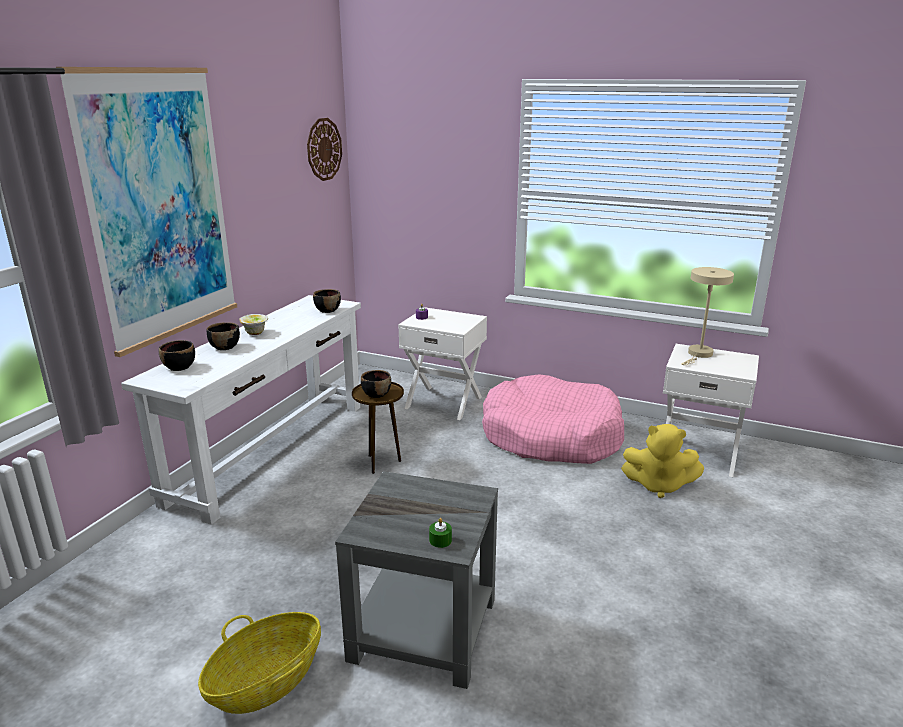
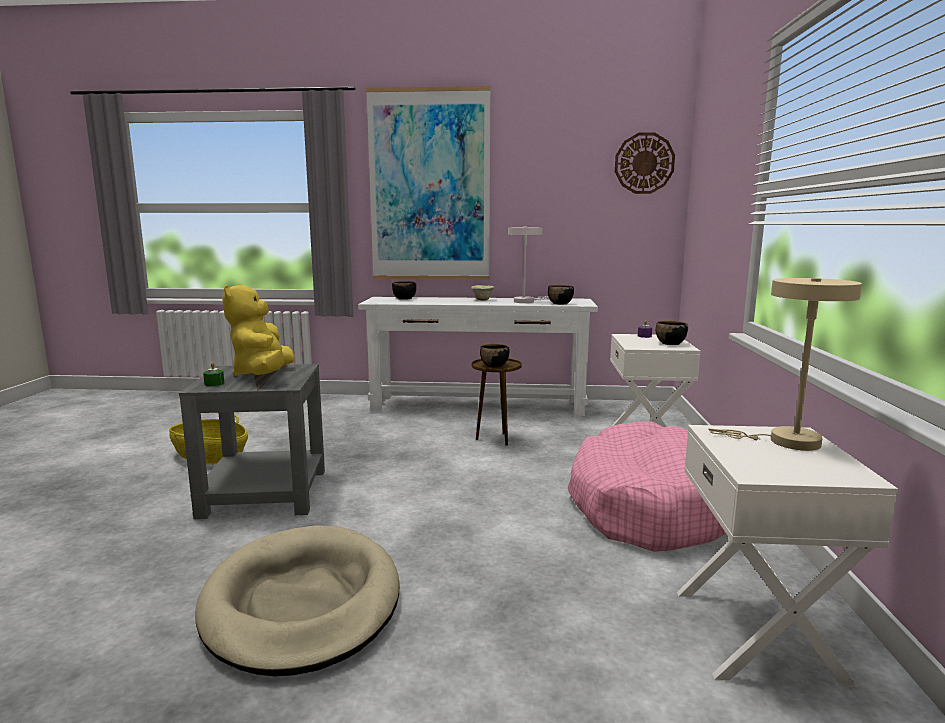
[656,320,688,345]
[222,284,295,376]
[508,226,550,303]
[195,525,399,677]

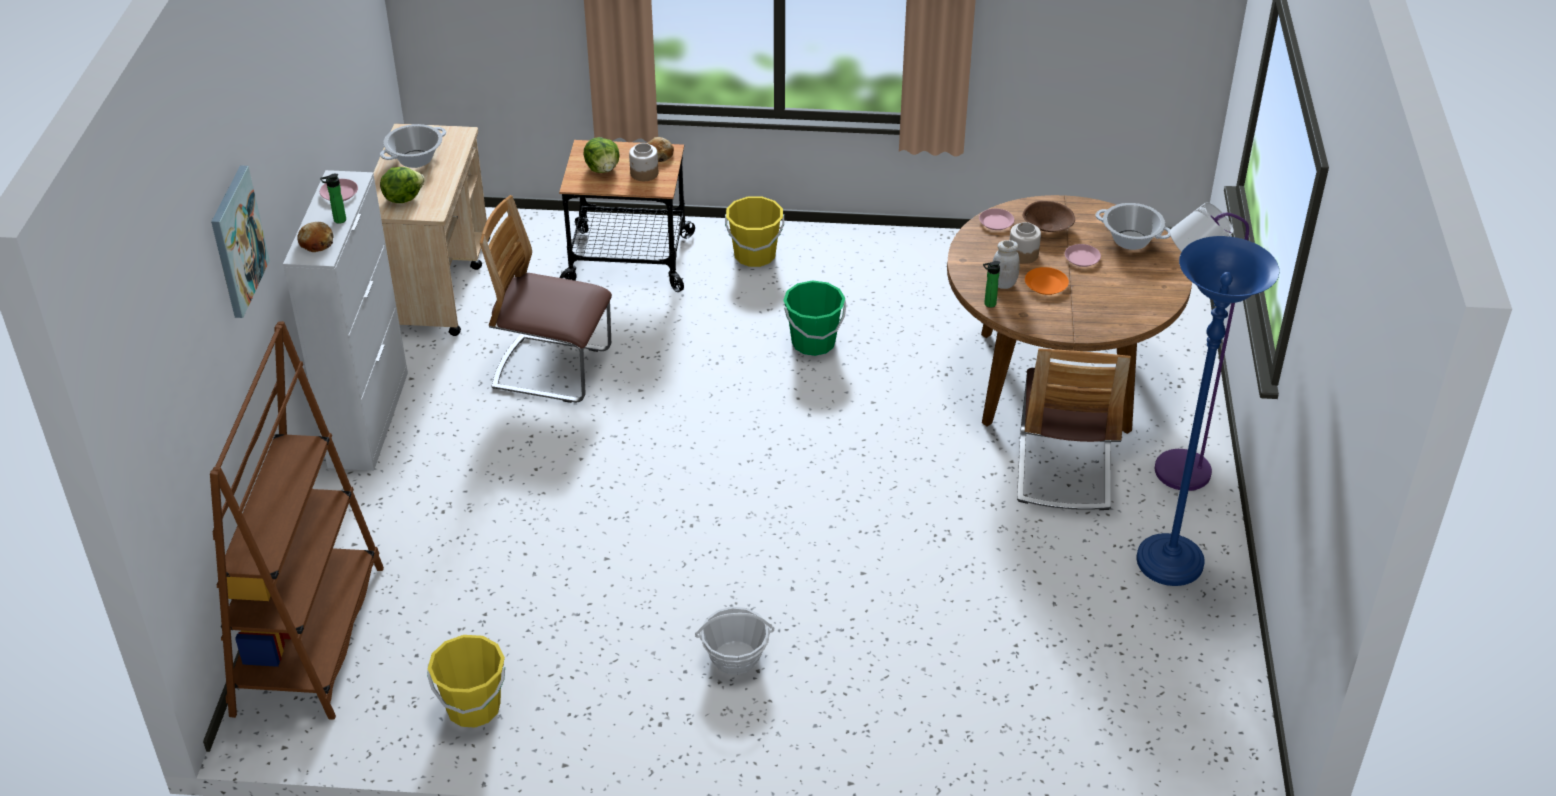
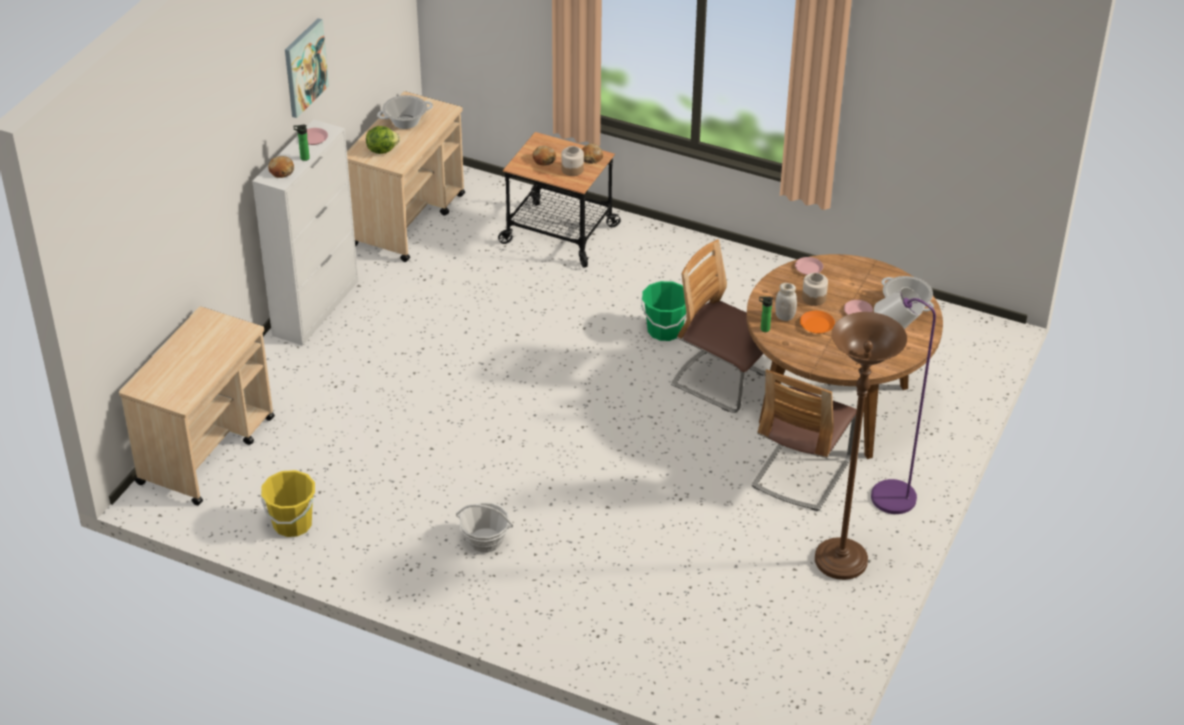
[533,146,556,166]
[285,18,329,118]
[671,239,766,413]
[725,197,784,267] (first image)
[1023,201,1075,232] (first image)
[815,312,907,580]
[119,306,275,505]

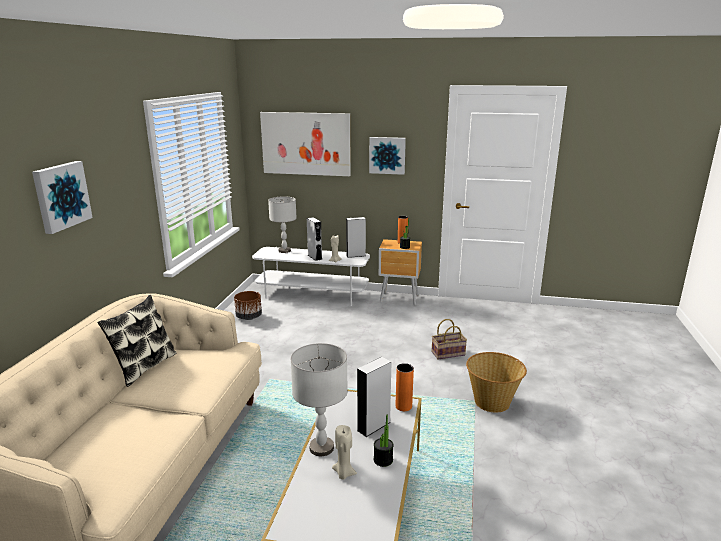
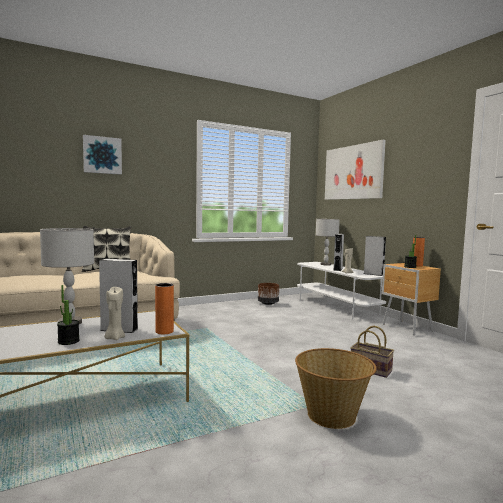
[369,137,406,175] (first image)
[104,287,125,340]

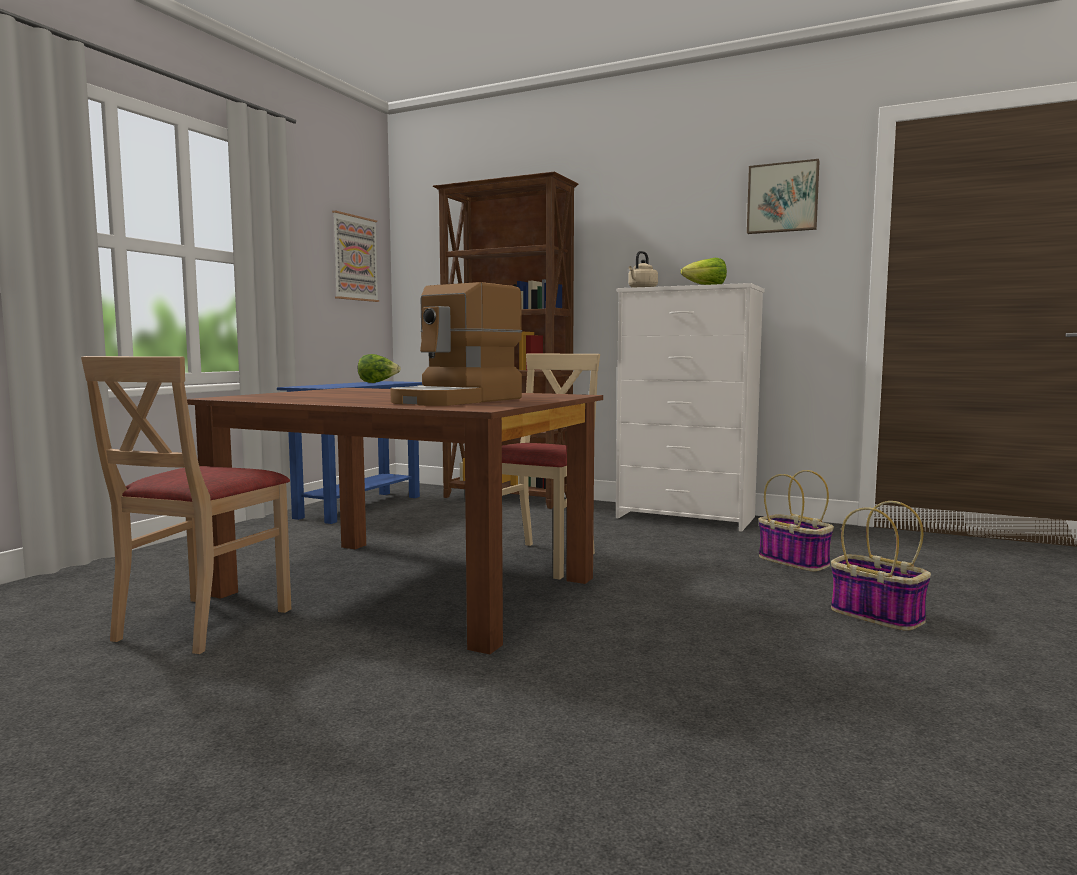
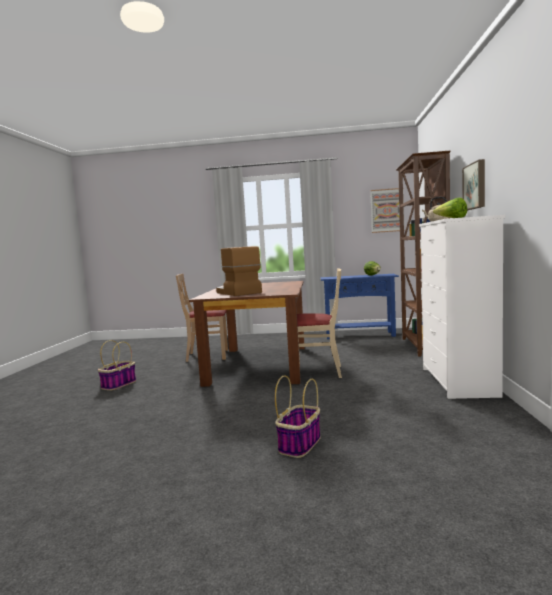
[462,159,485,210]
[216,246,262,296]
[98,340,136,391]

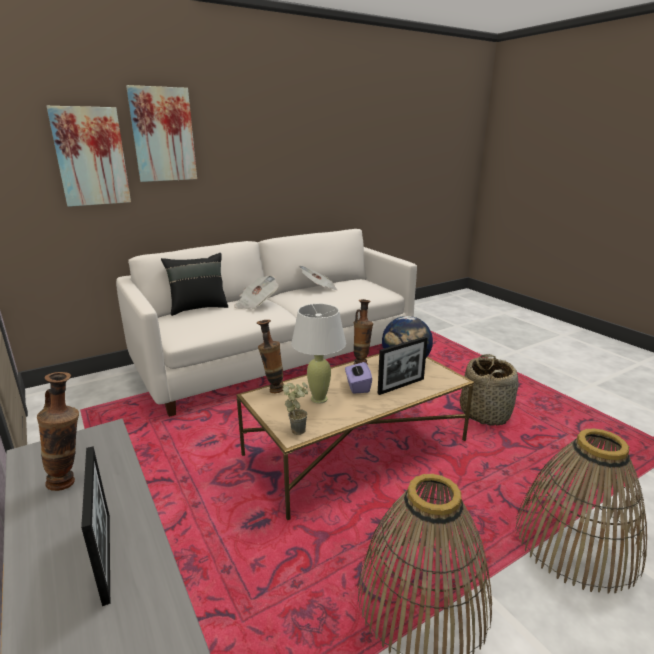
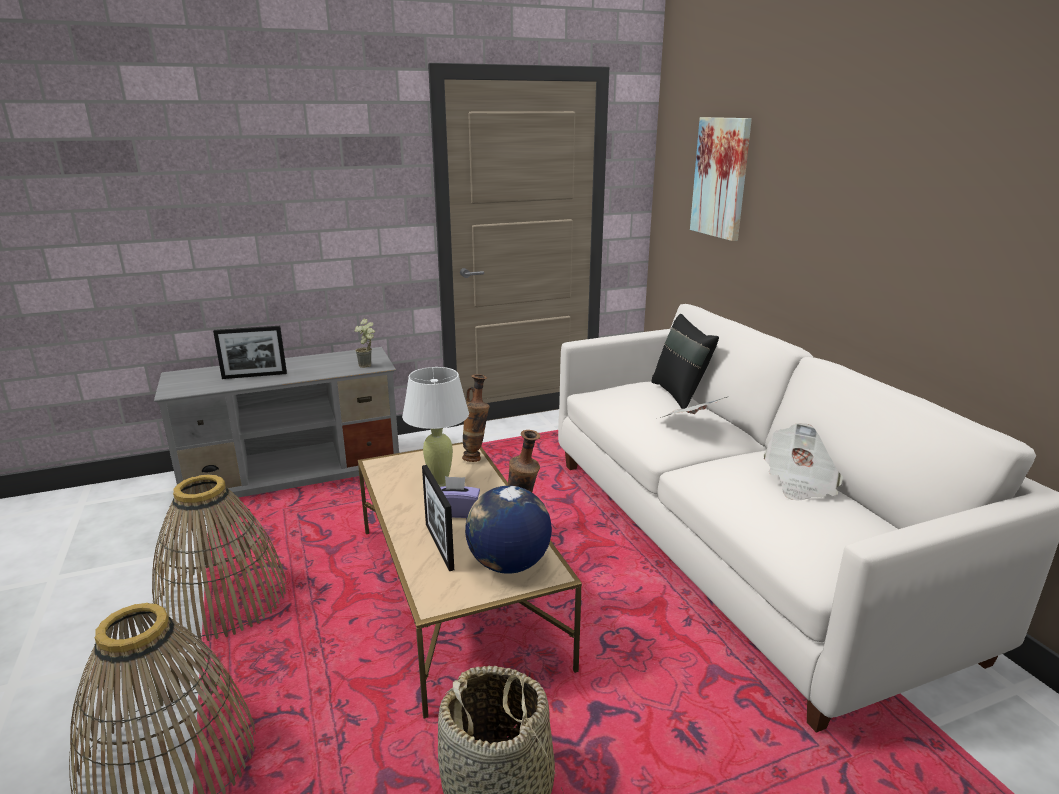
[126,85,197,182] (first image)
[37,372,79,491] (first image)
[355,319,375,368]

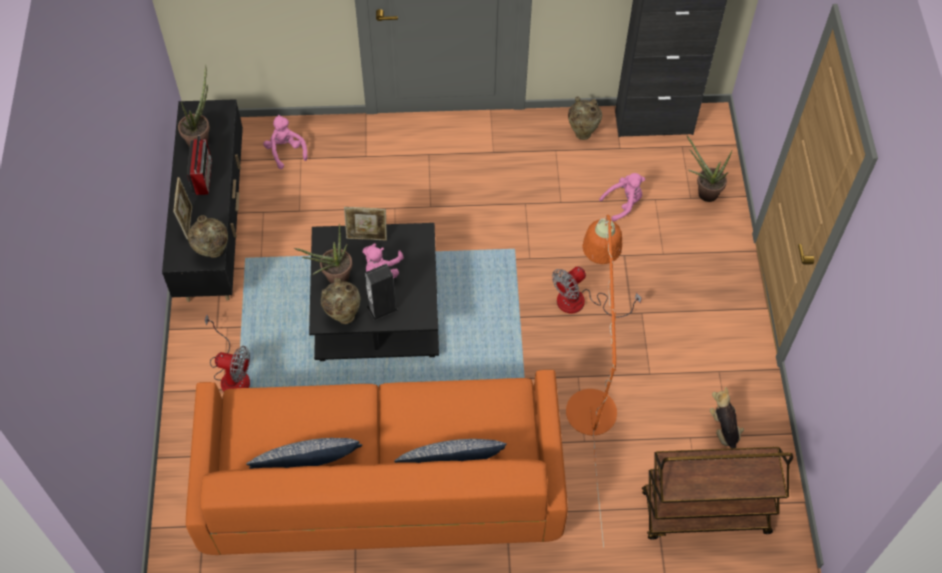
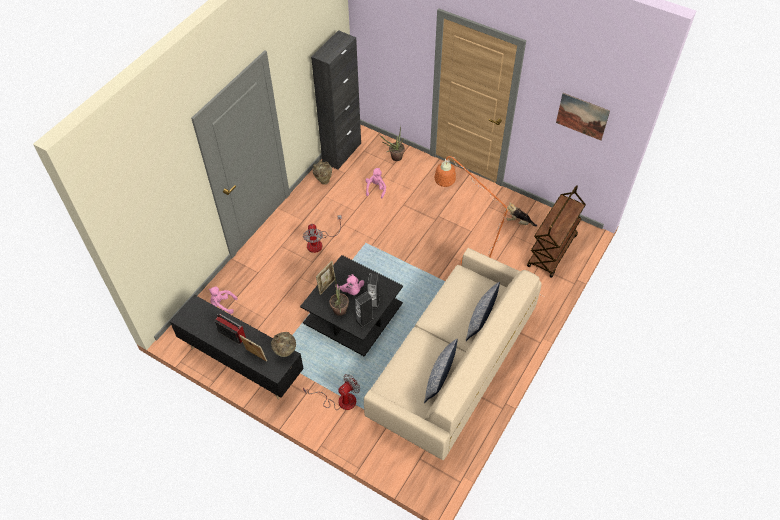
[178,65,210,147] (first image)
[303,215,342,253]
[355,292,374,328]
[364,248,542,460]
[556,93,610,141]

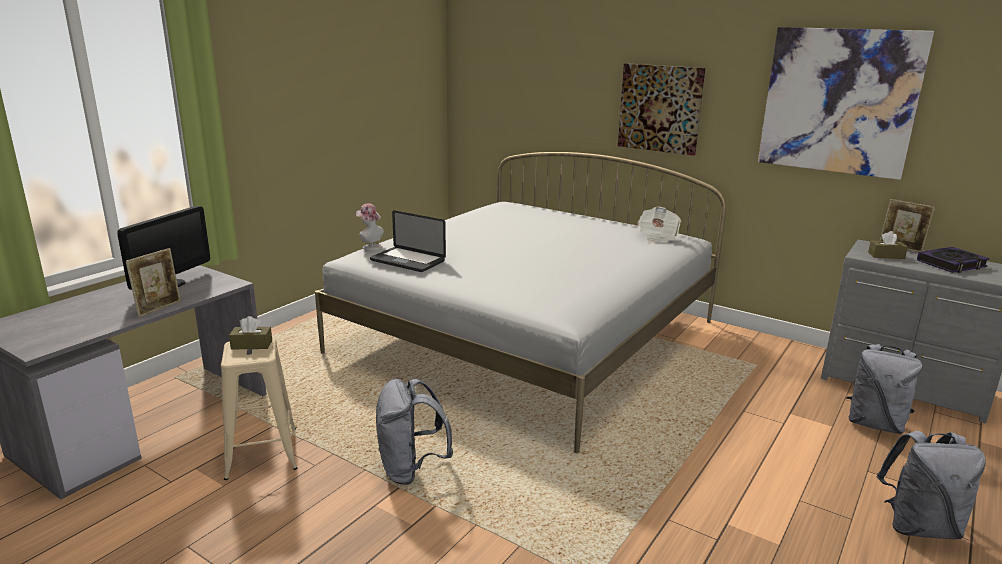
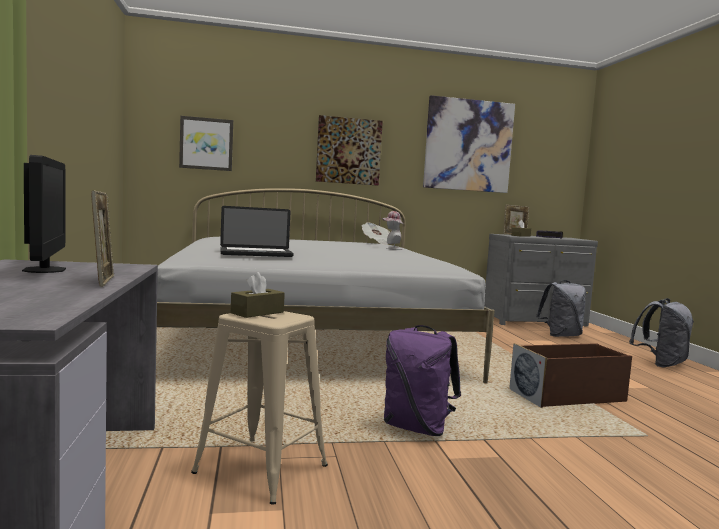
[382,211,403,250]
[384,325,461,436]
[179,116,233,171]
[509,343,632,408]

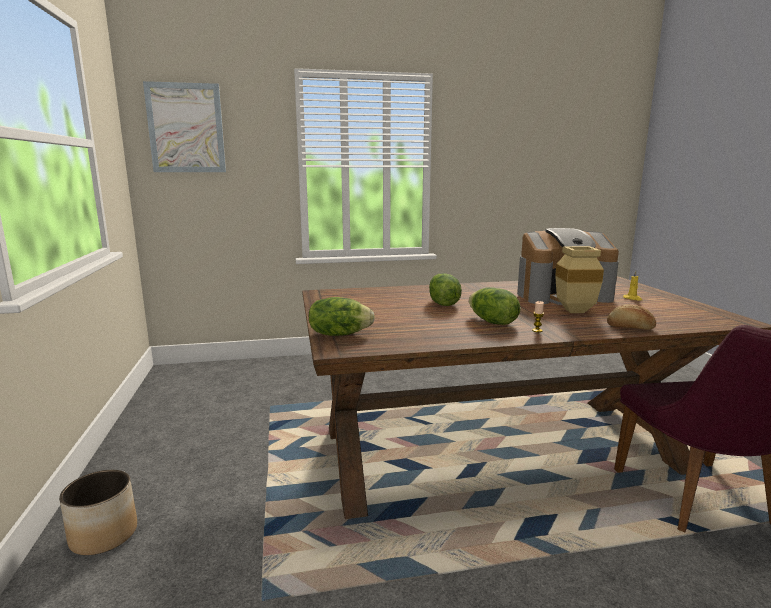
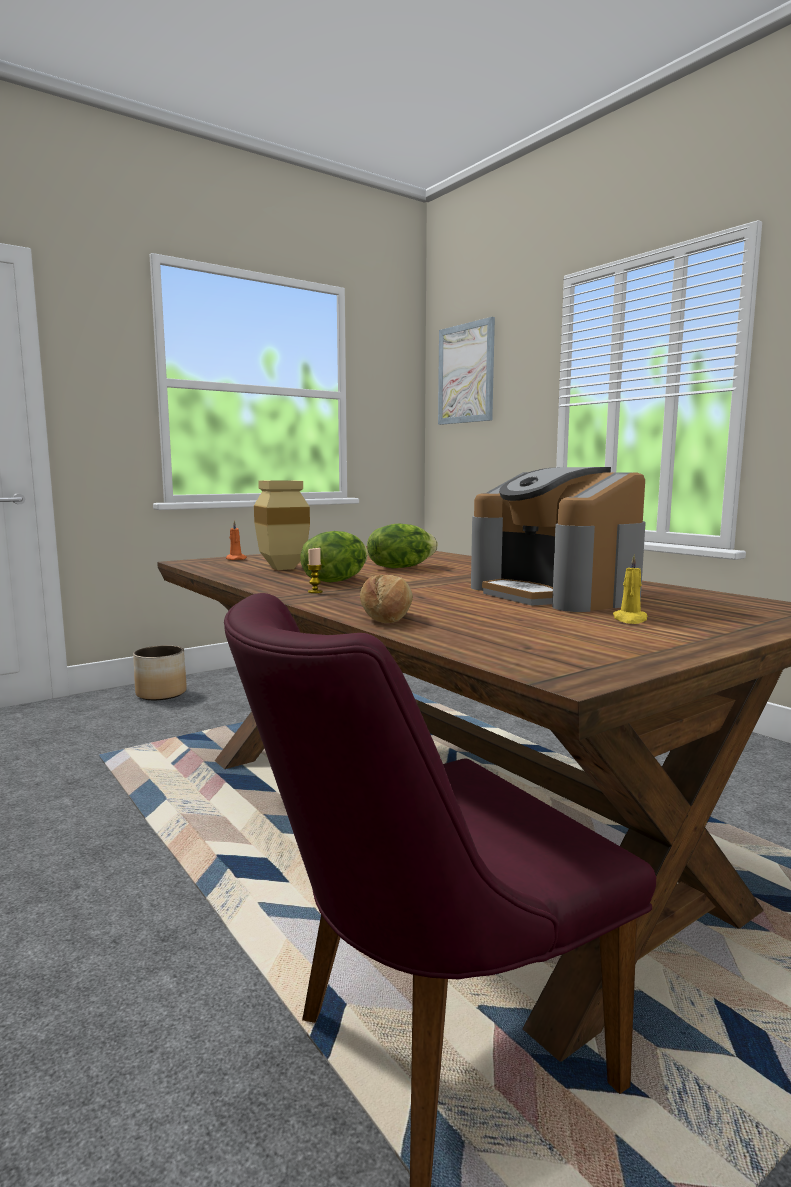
[254,480,310,570]
[226,520,247,560]

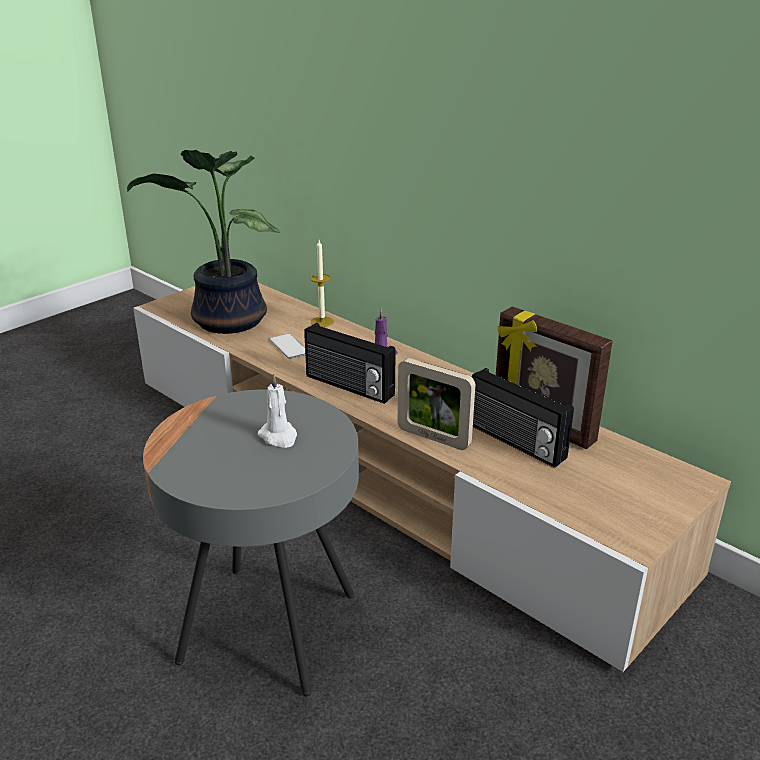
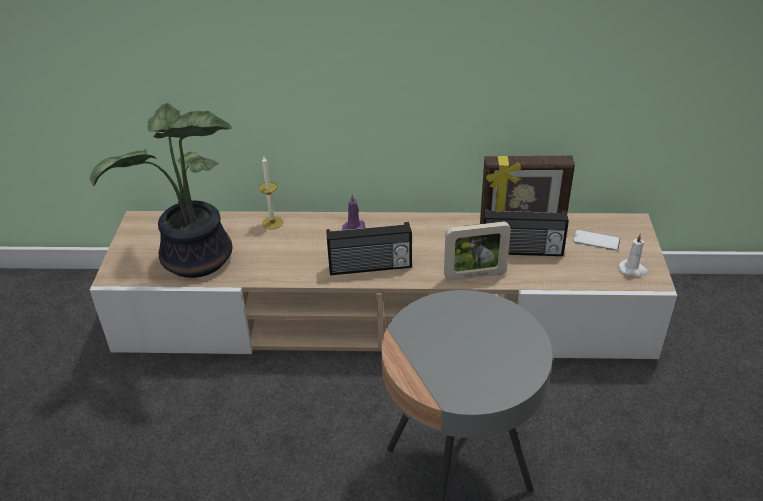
[573,230,621,251]
[619,233,648,277]

